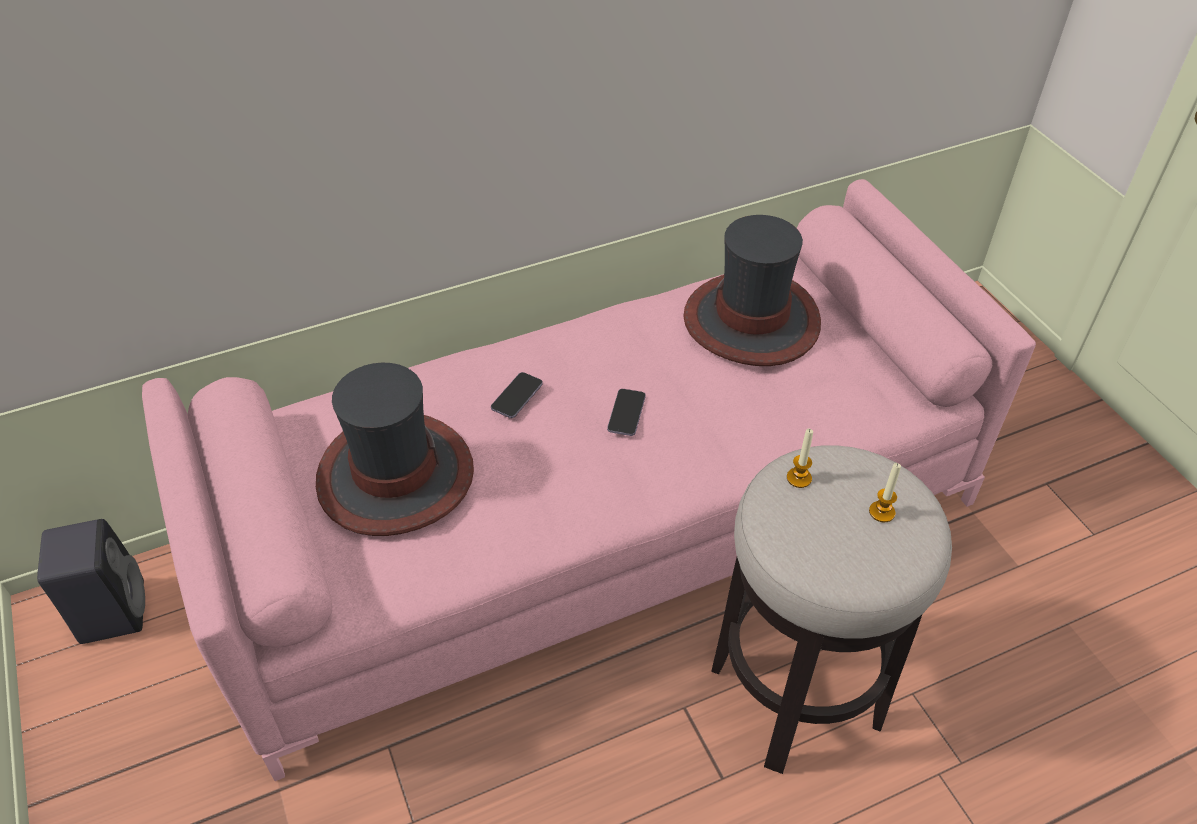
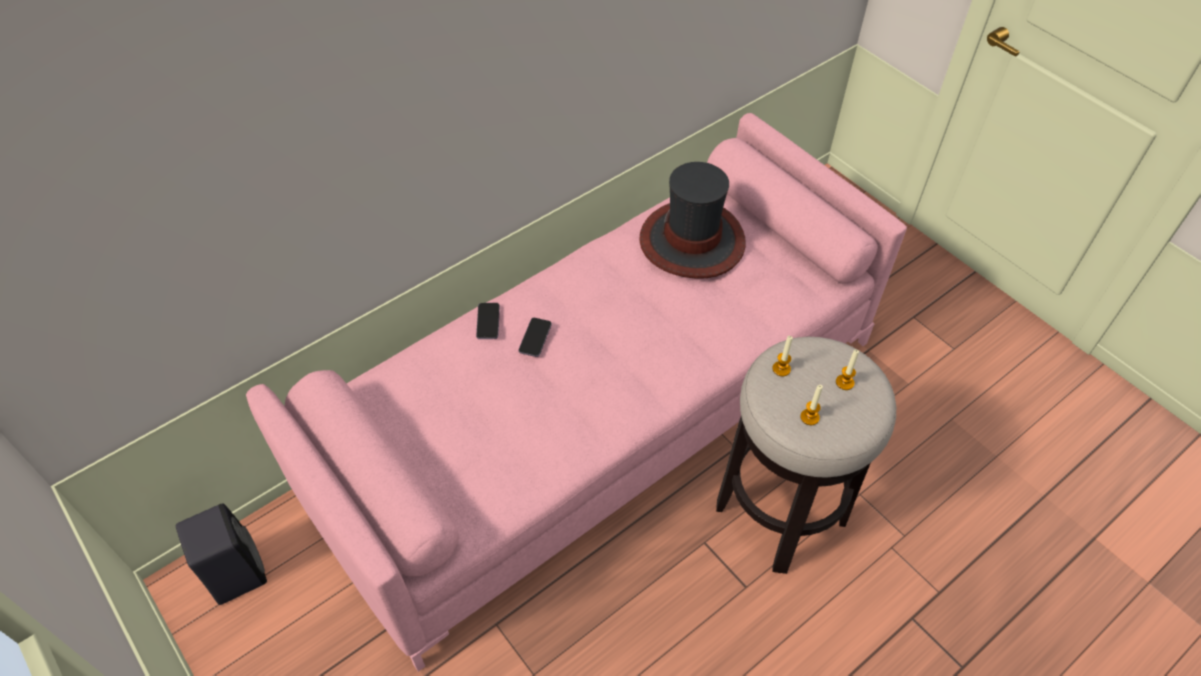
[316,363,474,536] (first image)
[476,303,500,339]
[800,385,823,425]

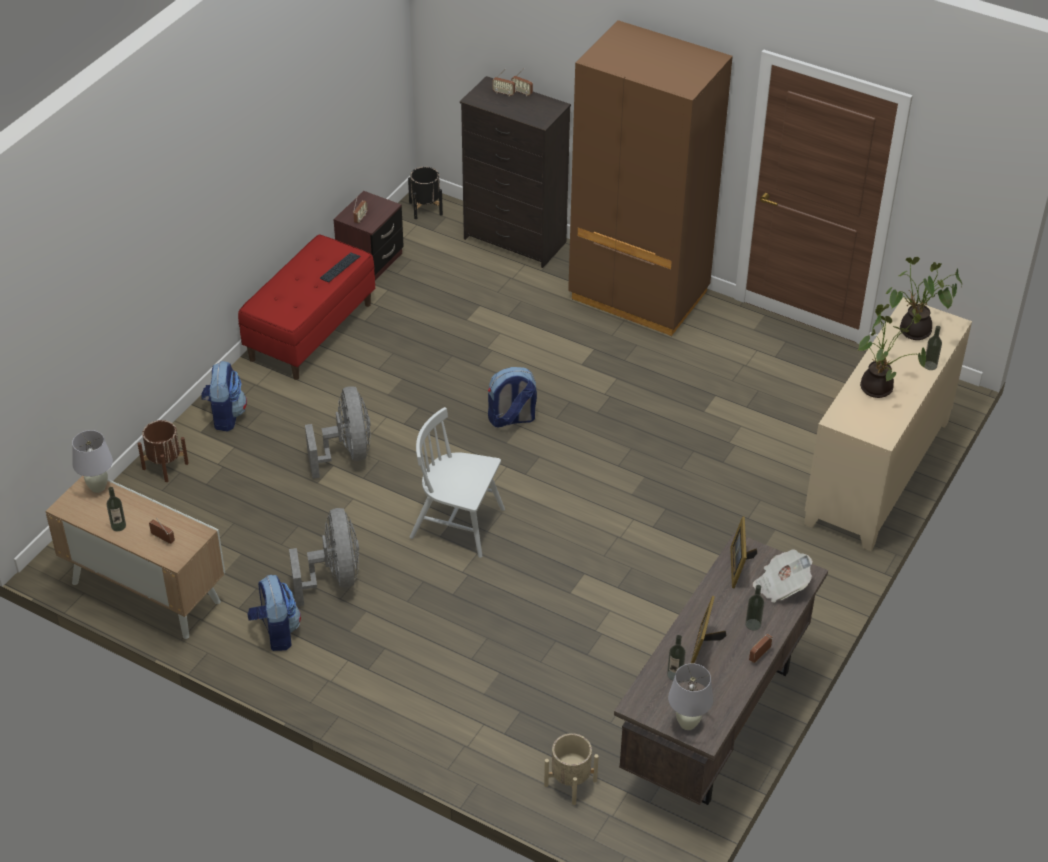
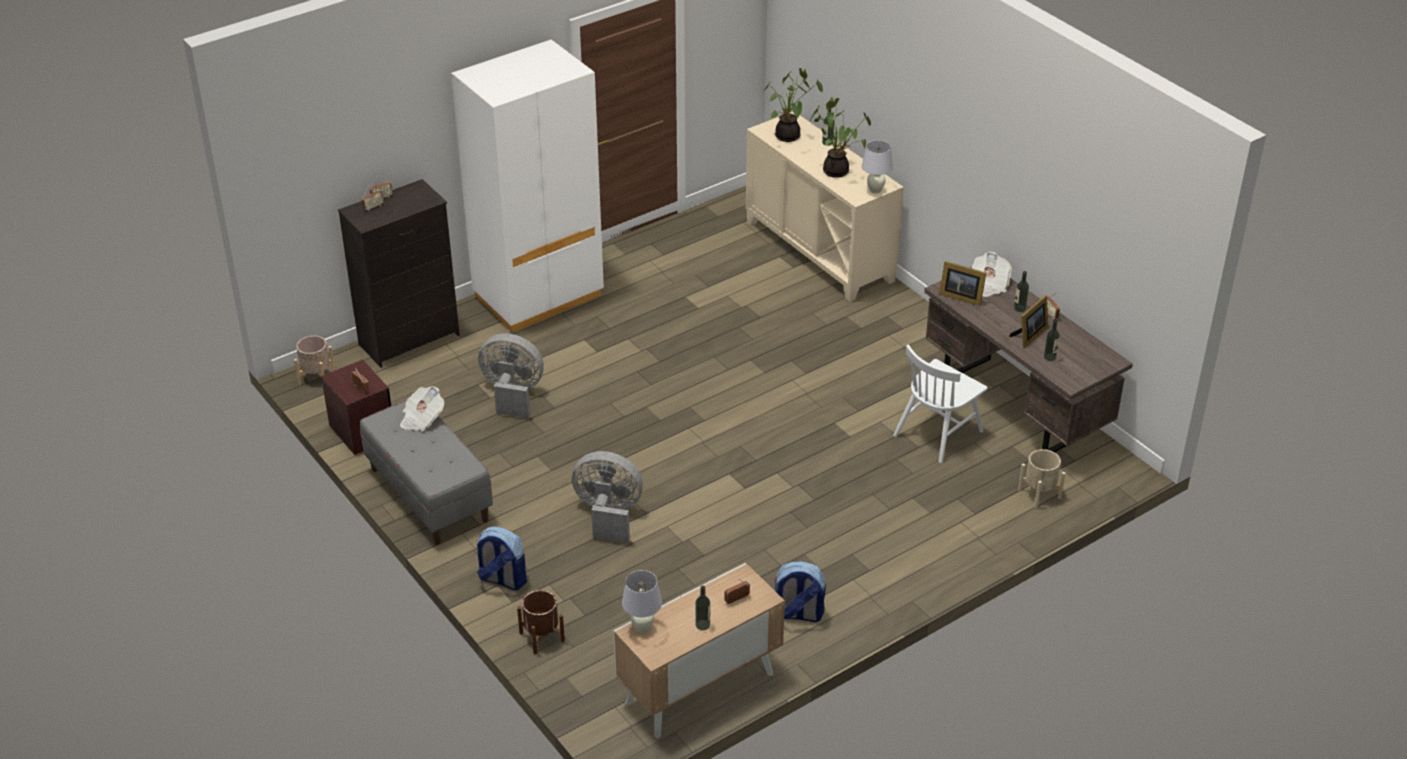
[451,40,604,332]
[294,336,335,385]
[360,400,493,545]
[400,386,444,432]
[488,367,537,428] (first image)
[893,344,987,463]
[478,333,544,418]
[1009,295,1048,349]
[862,140,893,194]

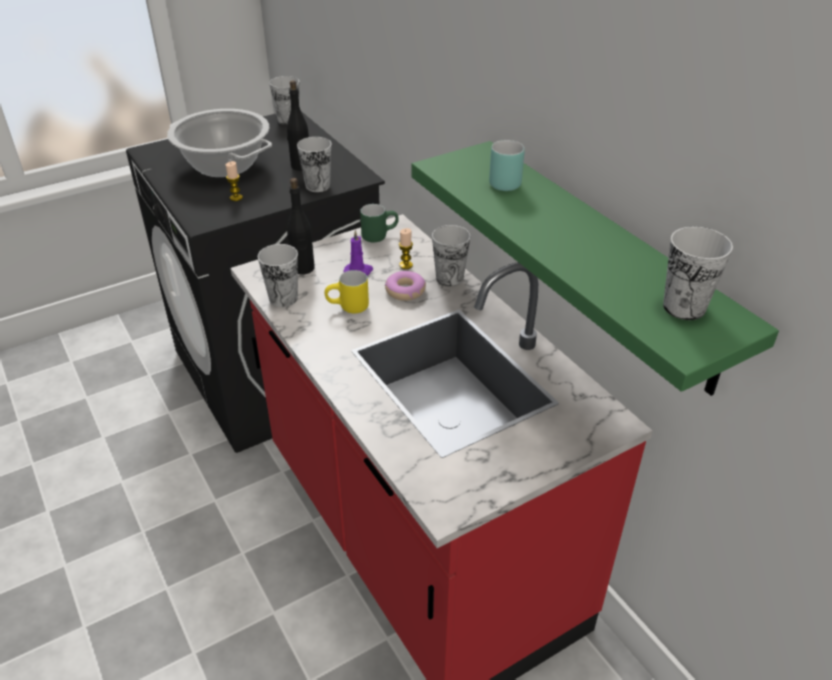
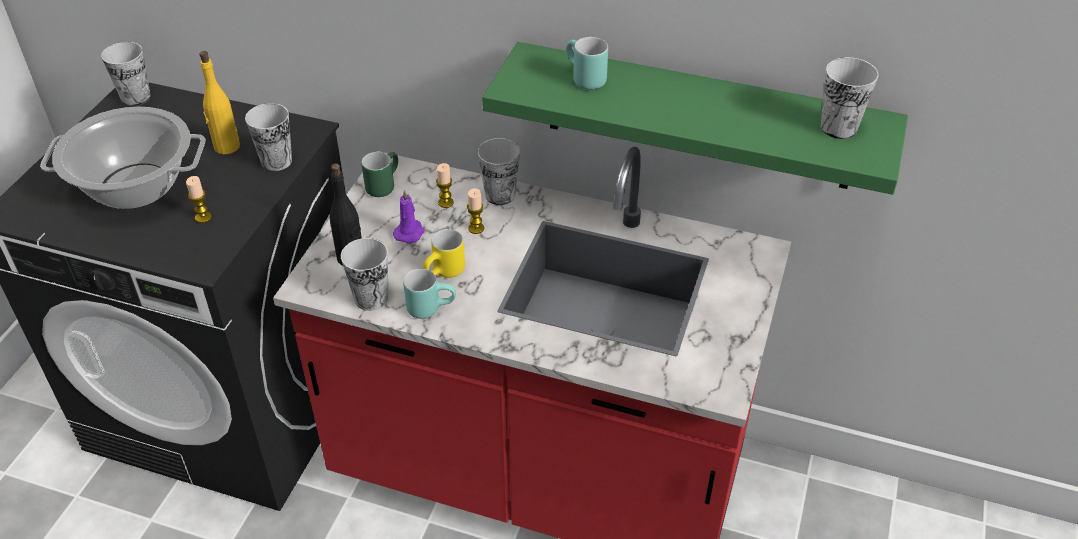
[199,51,240,154]
[467,188,484,234]
[403,269,456,319]

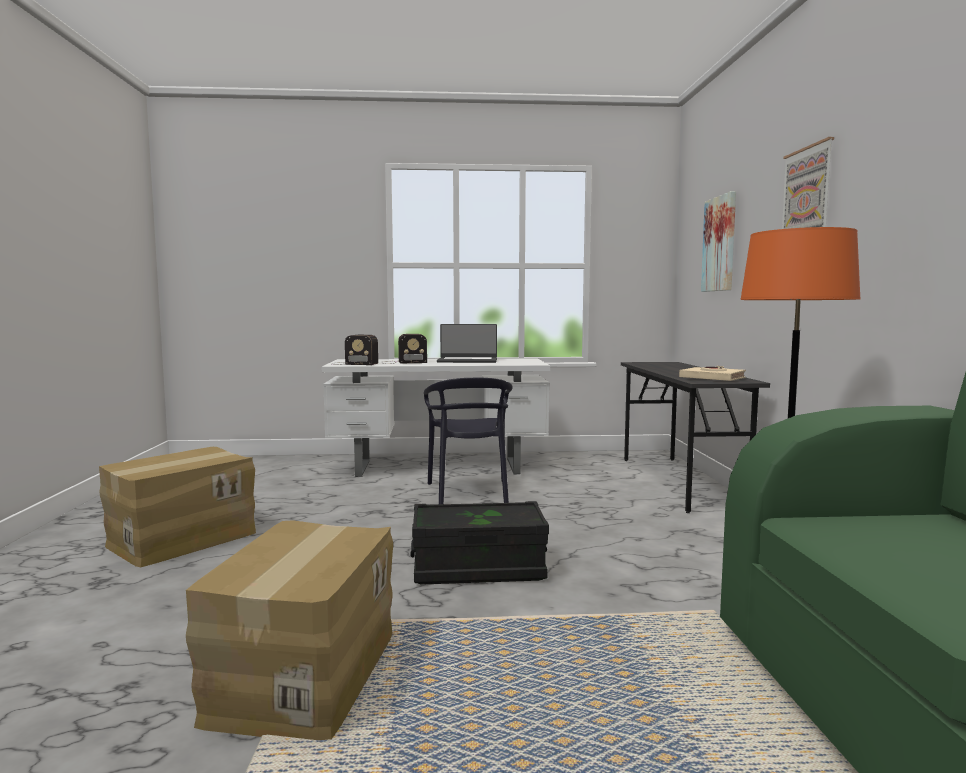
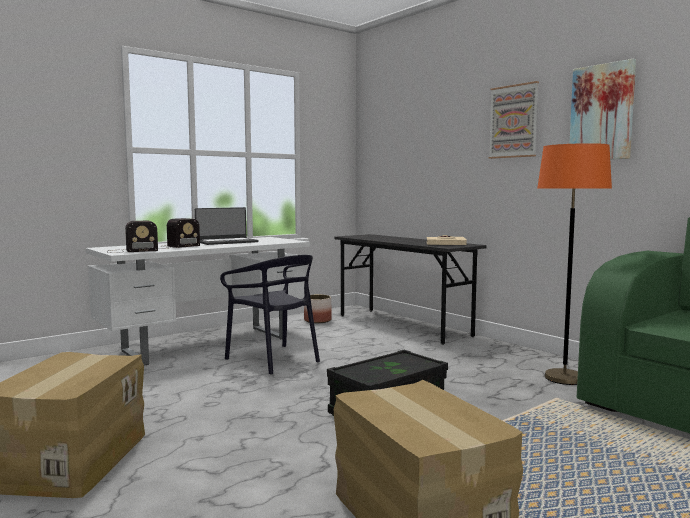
[570,59,636,160]
[304,294,332,323]

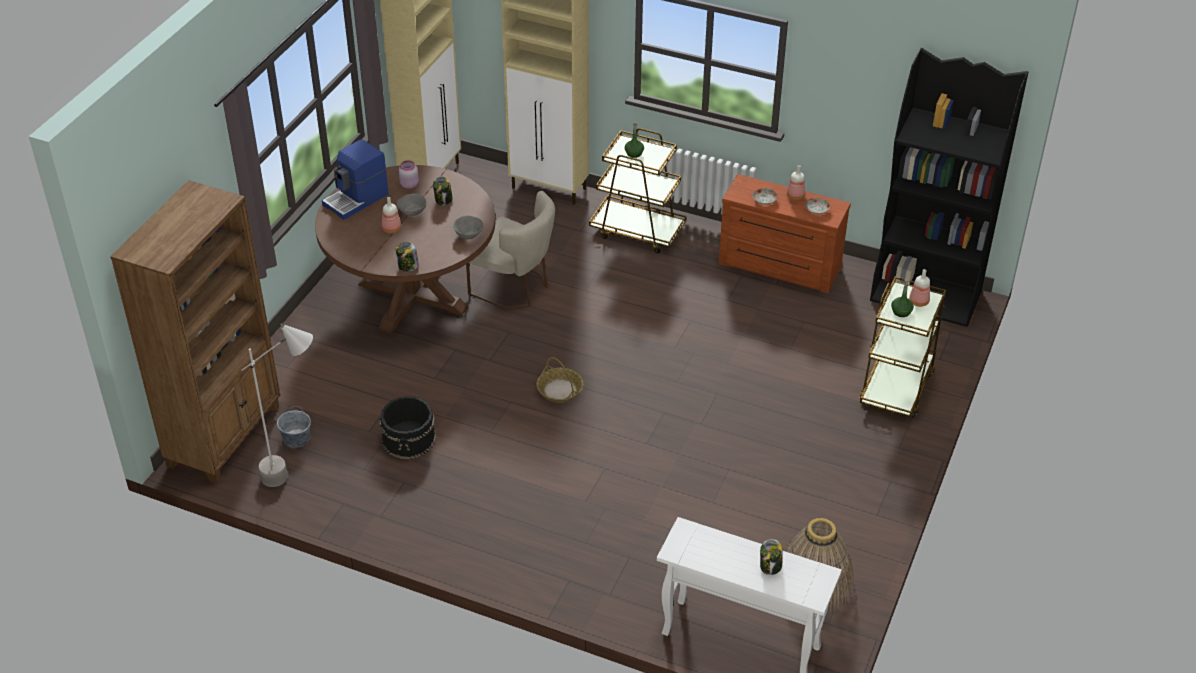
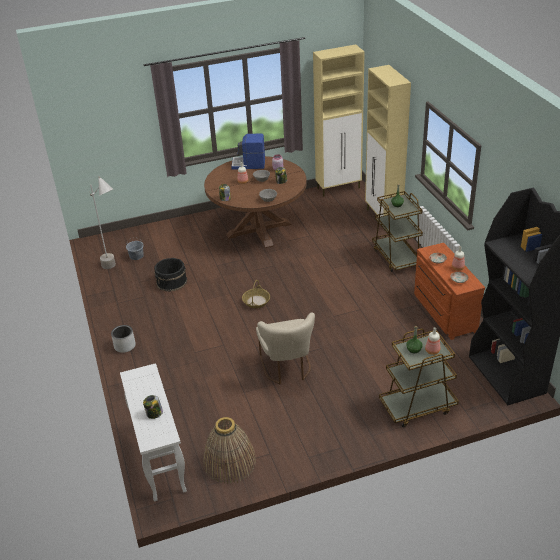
[110,180,280,484] (first image)
[256,313,315,384]
[111,325,136,353]

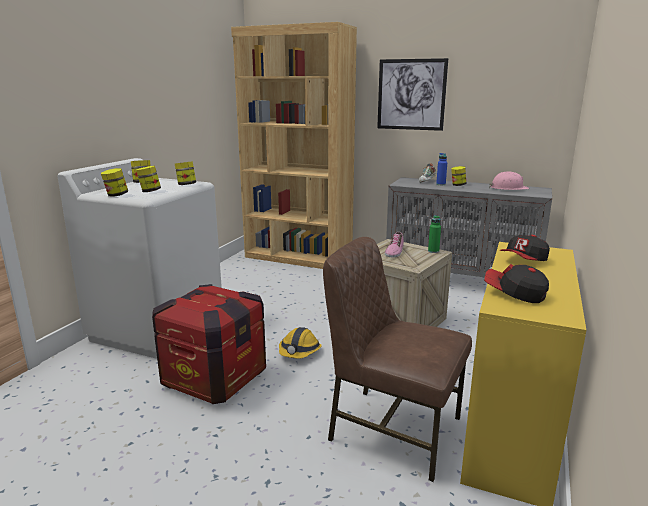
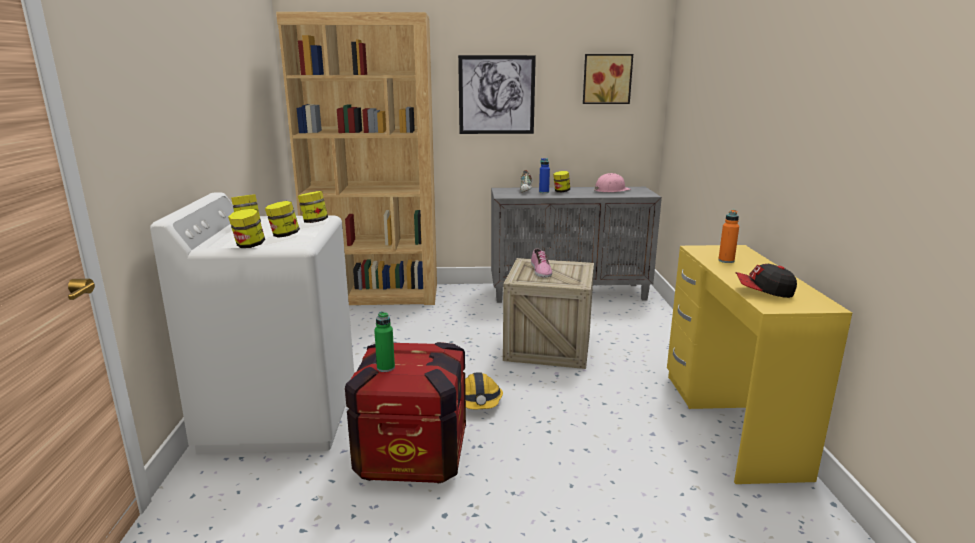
[374,311,395,372]
[718,210,739,263]
[323,237,472,482] (first image)
[583,54,633,104]

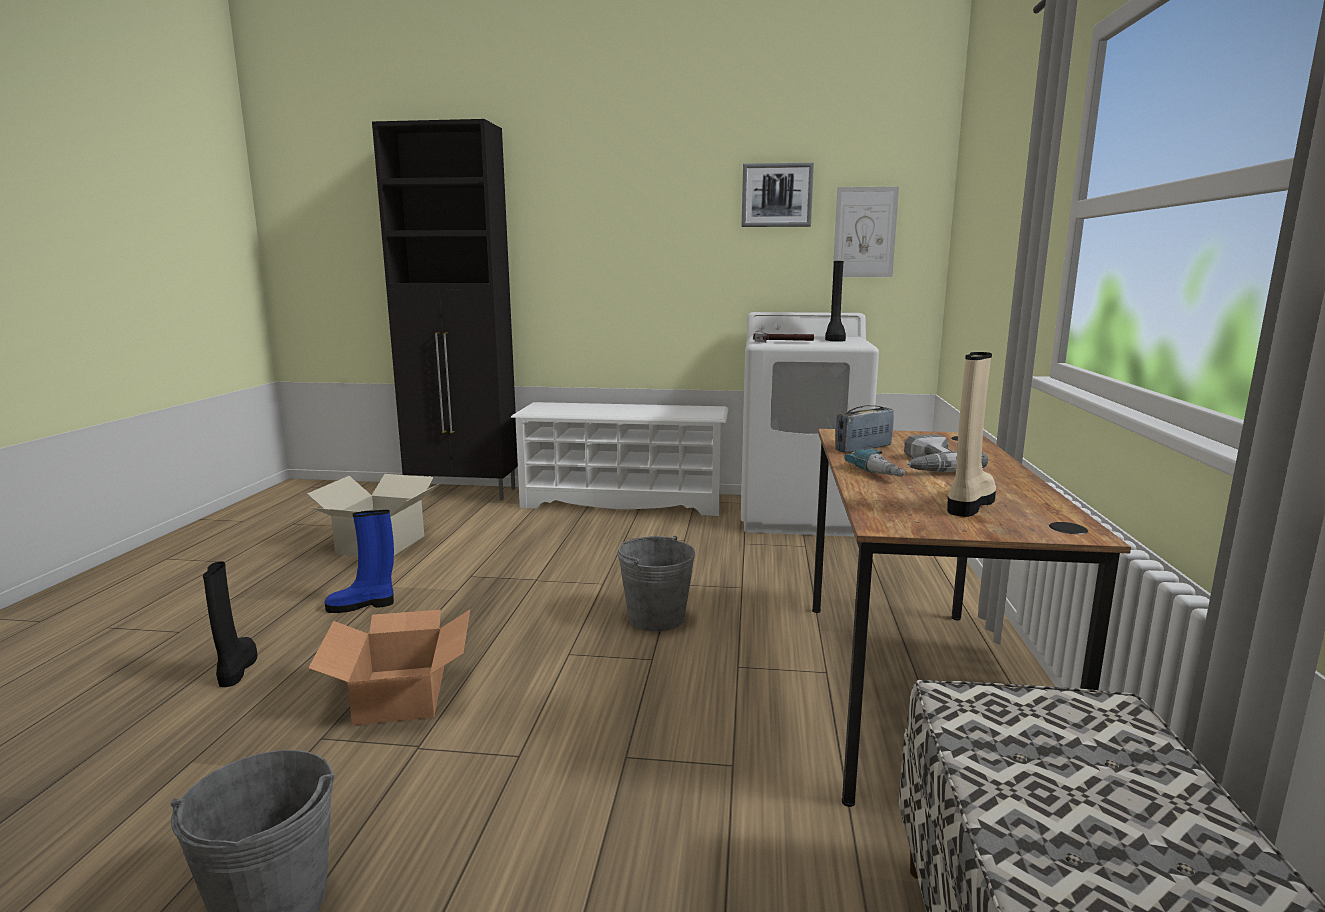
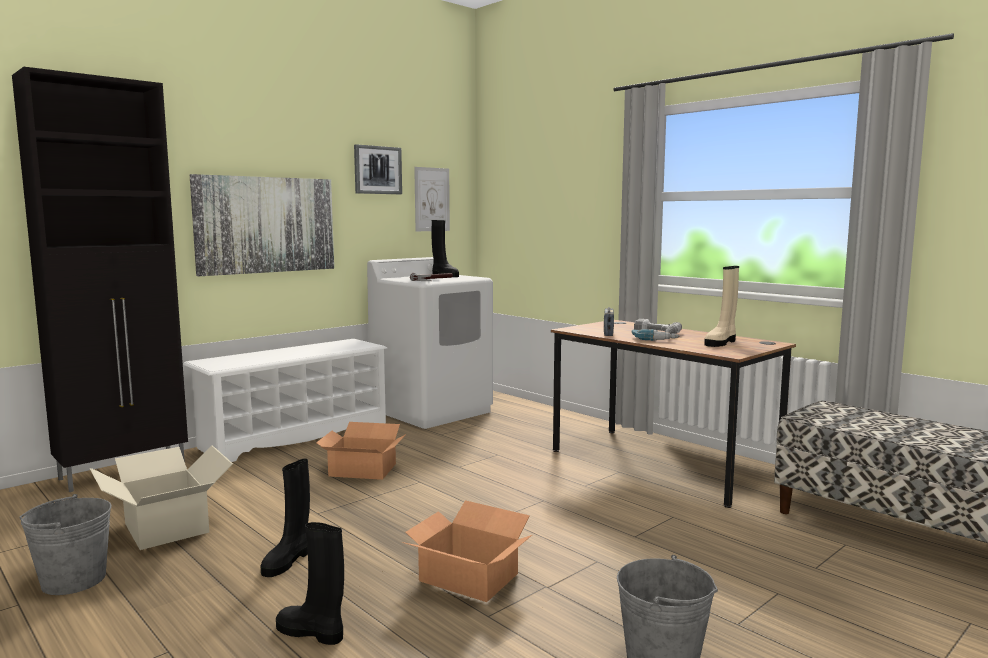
[704,266,739,347]
[260,459,310,577]
[20,494,112,595]
[189,174,334,276]
[316,422,406,480]

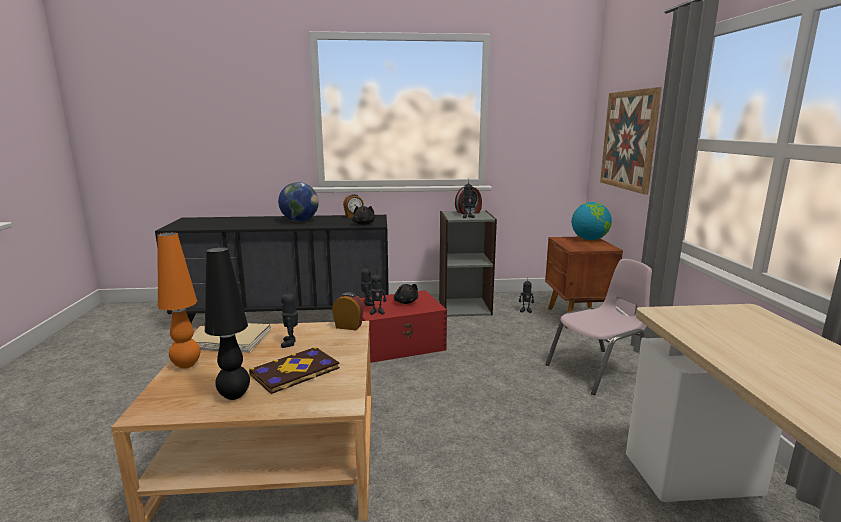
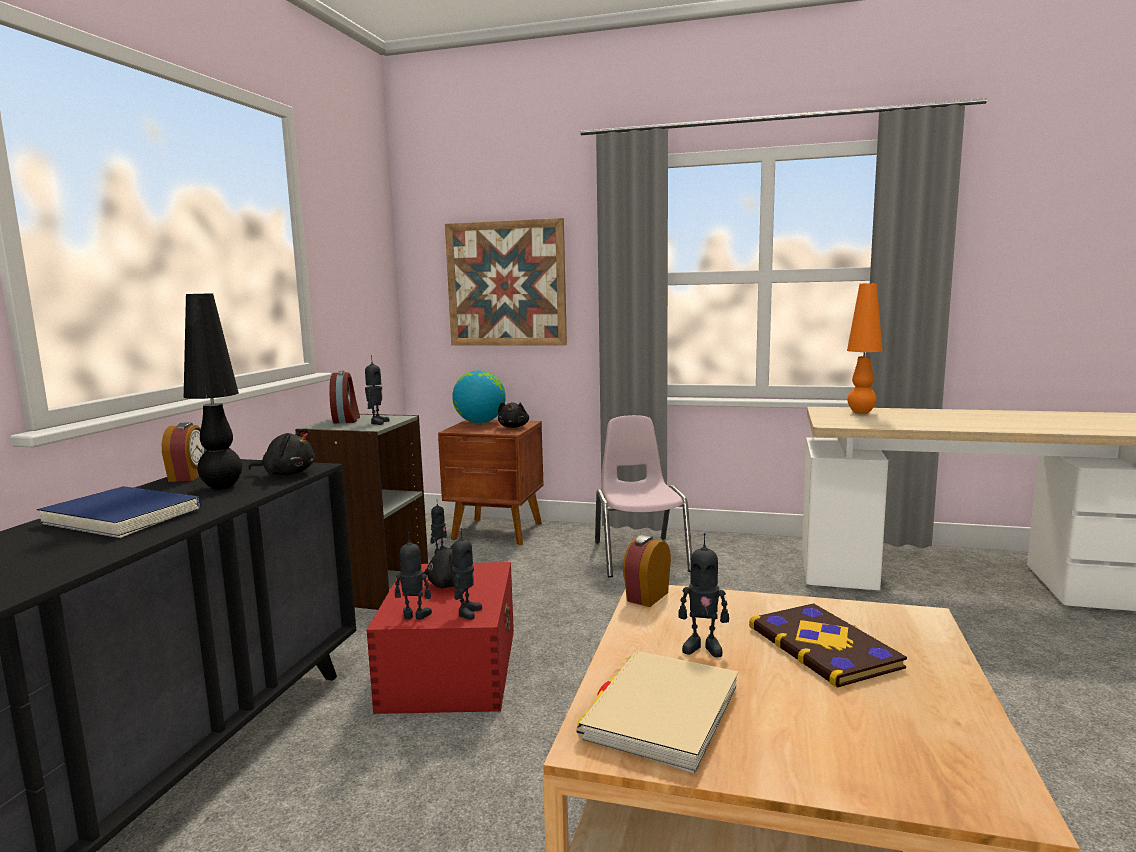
[37,486,202,538]
[847,283,882,414]
[184,293,242,490]
[498,402,529,428]

